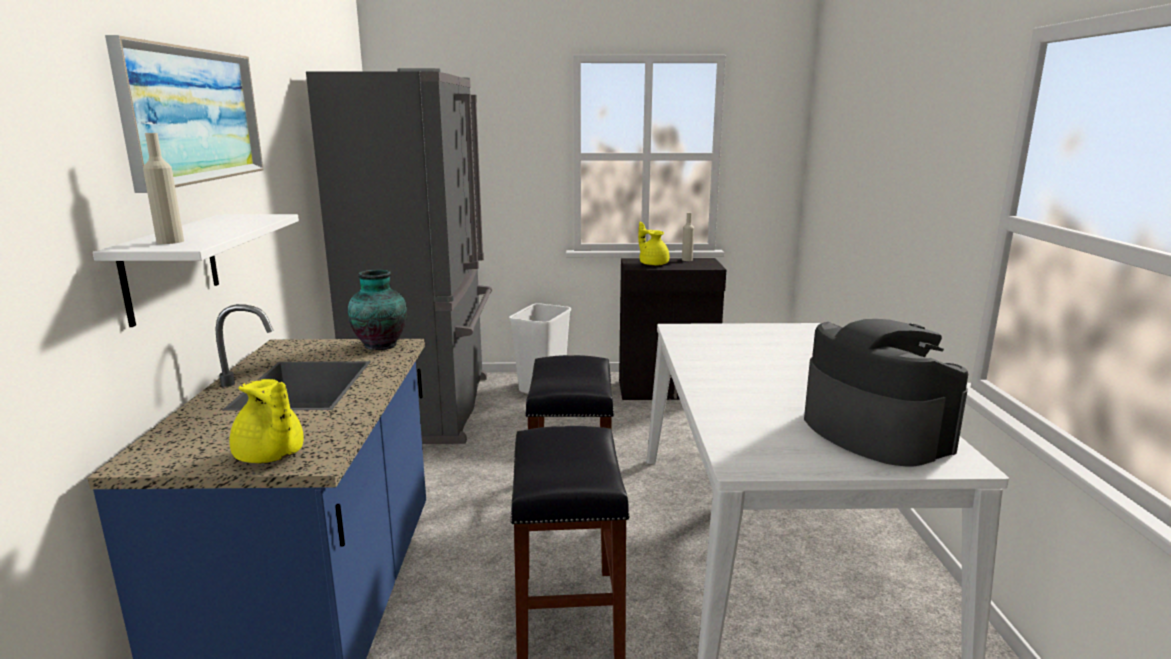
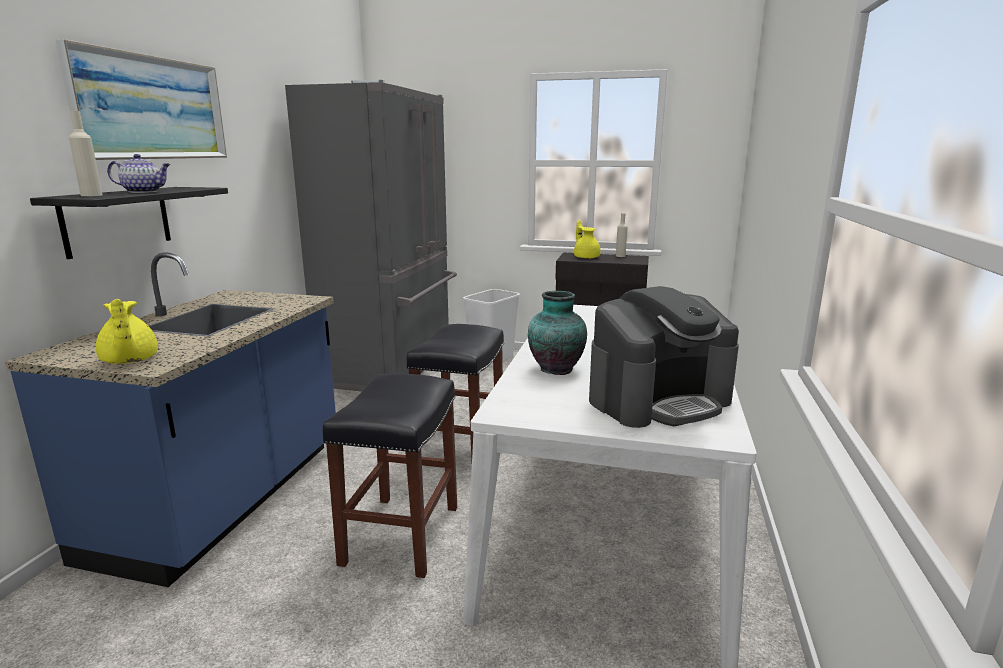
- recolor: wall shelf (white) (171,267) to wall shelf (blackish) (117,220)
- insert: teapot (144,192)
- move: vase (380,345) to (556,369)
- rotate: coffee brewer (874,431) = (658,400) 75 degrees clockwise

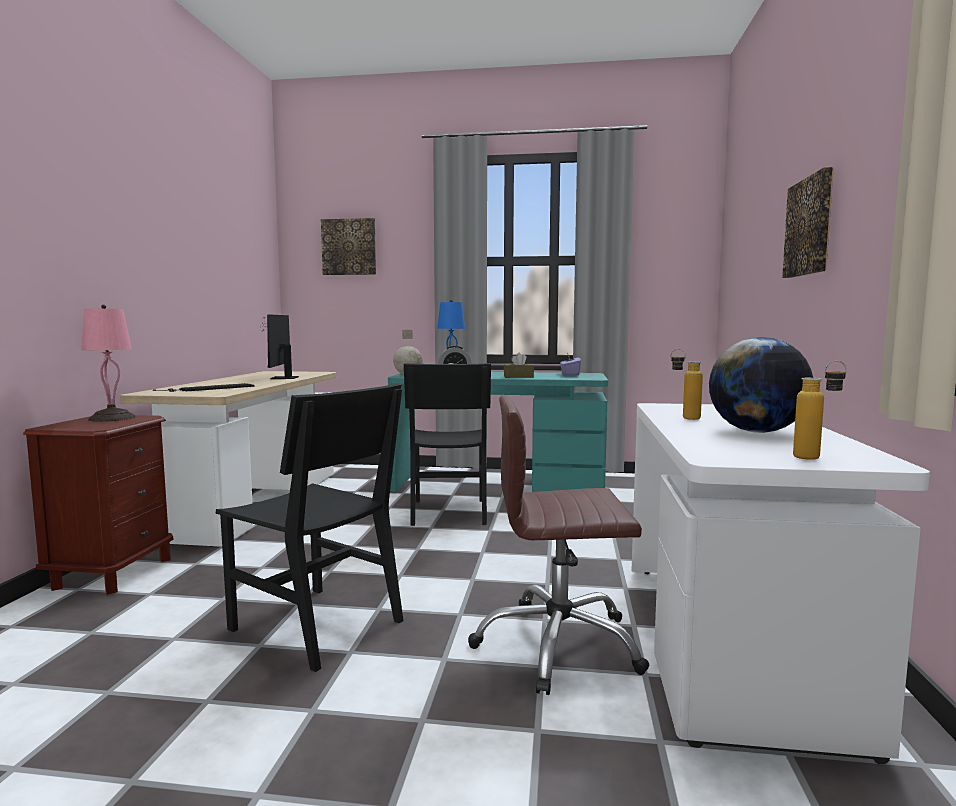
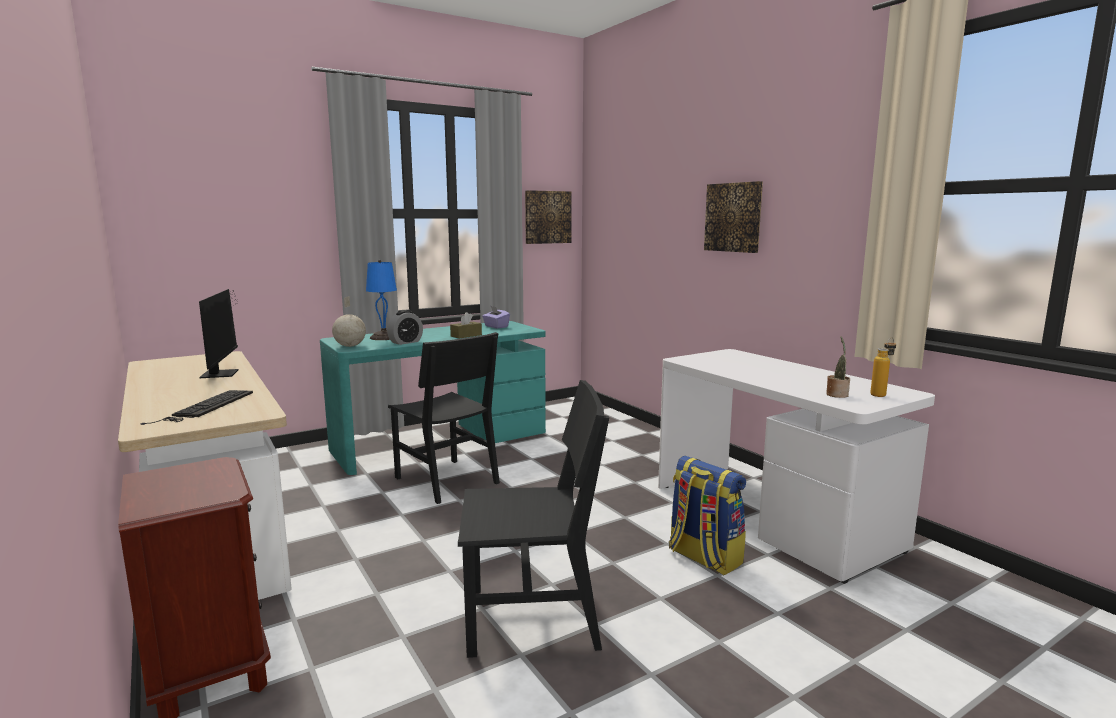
- rotate: computer screen (282,378) = (222,372) 150 degrees counterclockwise
- move: wall picture (349,247) to (547,217)
- replace: desk chair (brown-coloured) (558,645) to knapsack (703,557)
- insert: plant in a pot (837,394)
- delete: table lamp (pinkish) (111,418)
- delete: beverage bottle (684,418)
- delete: globe (757,432)

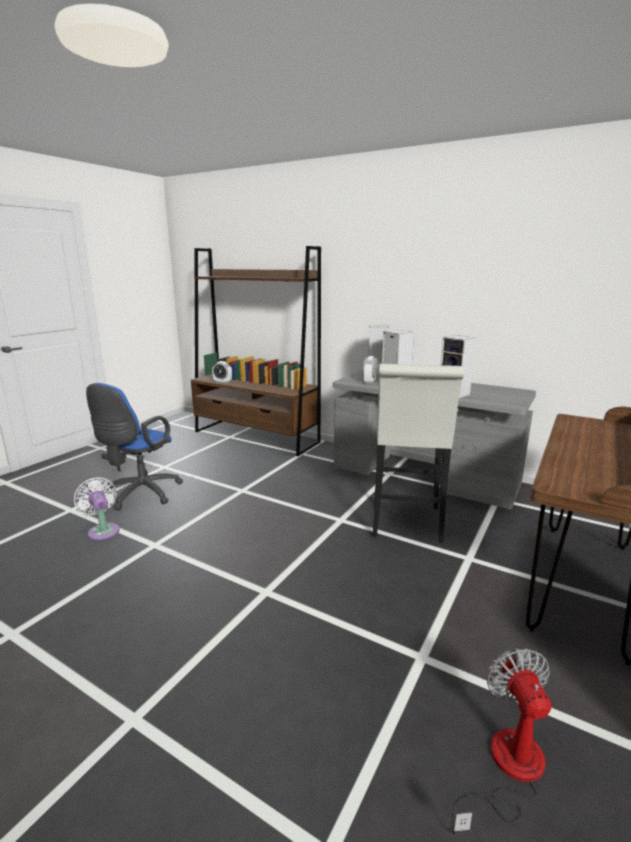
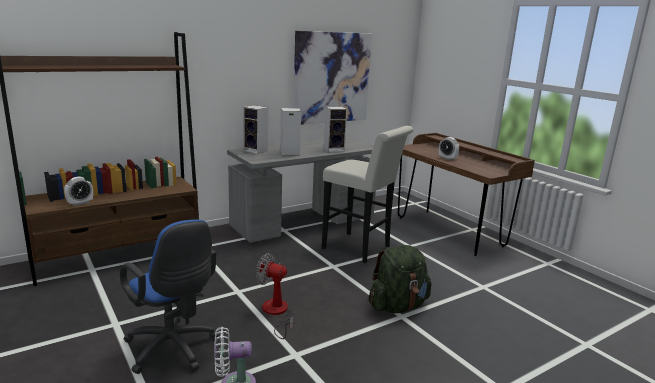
- move: electric fan (507,769) to (277,313)
- insert: wall picture (332,78)
- insert: knapsack (greenish) (398,306)
- move: table clock (370,382) to (447,158)

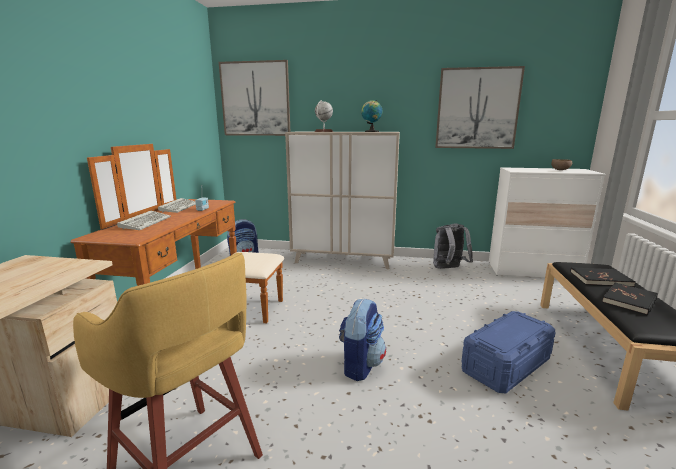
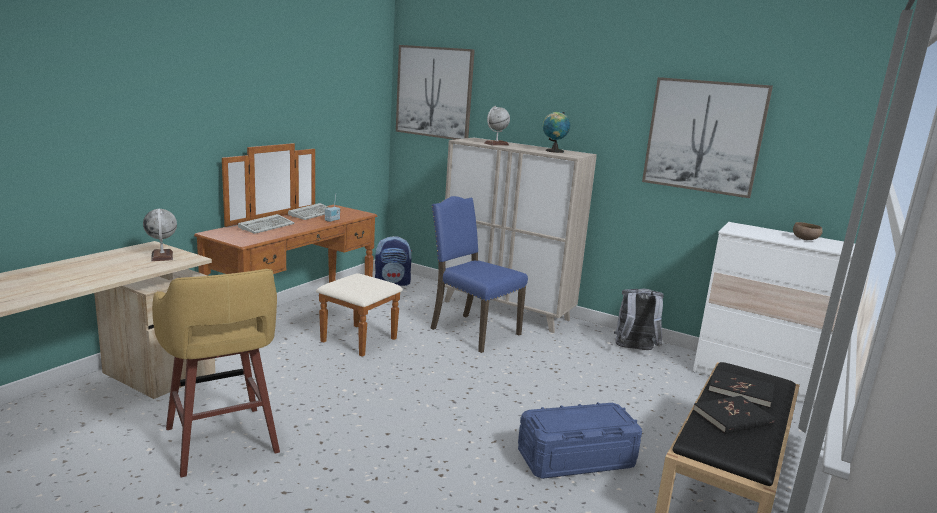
- insert: globe (162,256)
- insert: plain chair (blue) (472,331)
- delete: knapsack (360,365)

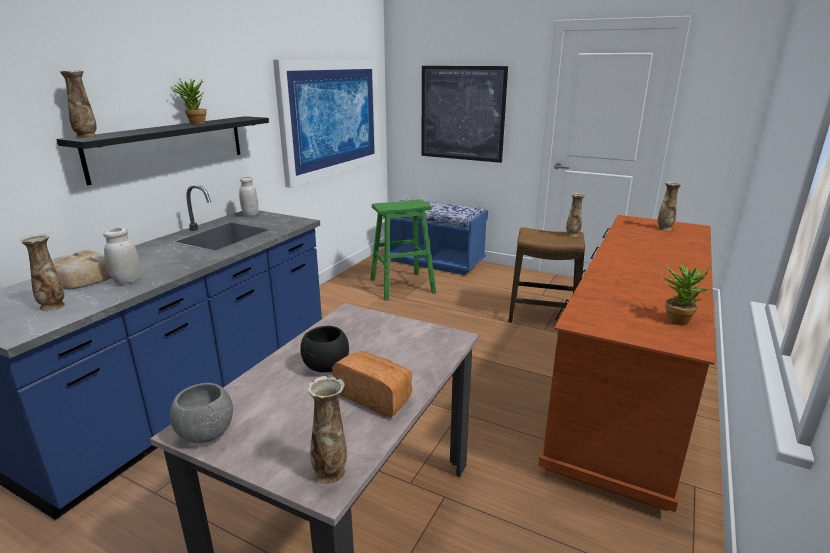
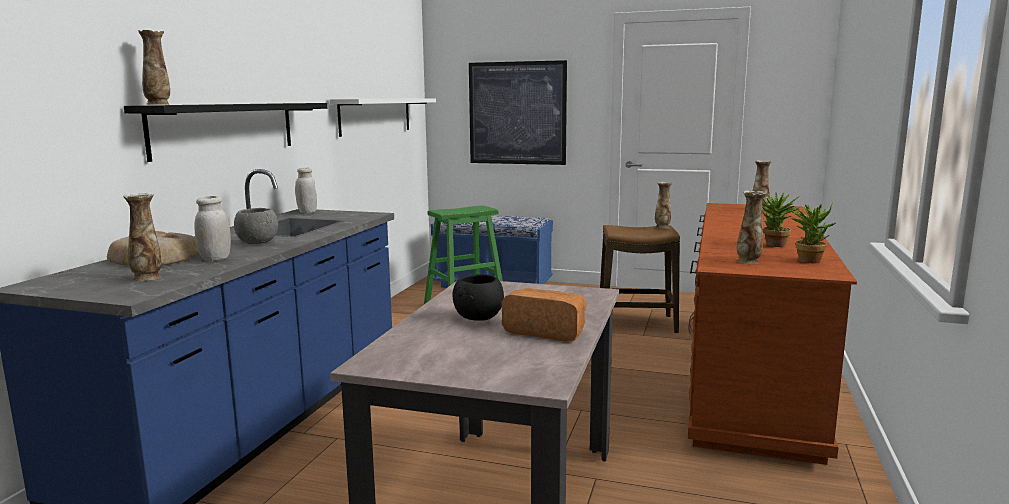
- move: serving bowl (grey) (206,433) to (258,242)
- replace: wall picture (332,118) to wall shelf (white) (376,115)
- move: vase (330,472) to (749,262)
- move: plant in a pot (194,123) to (774,246)

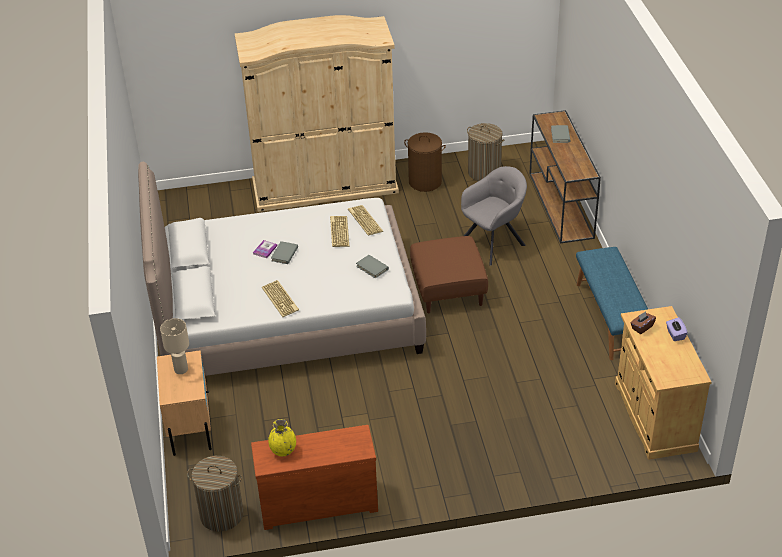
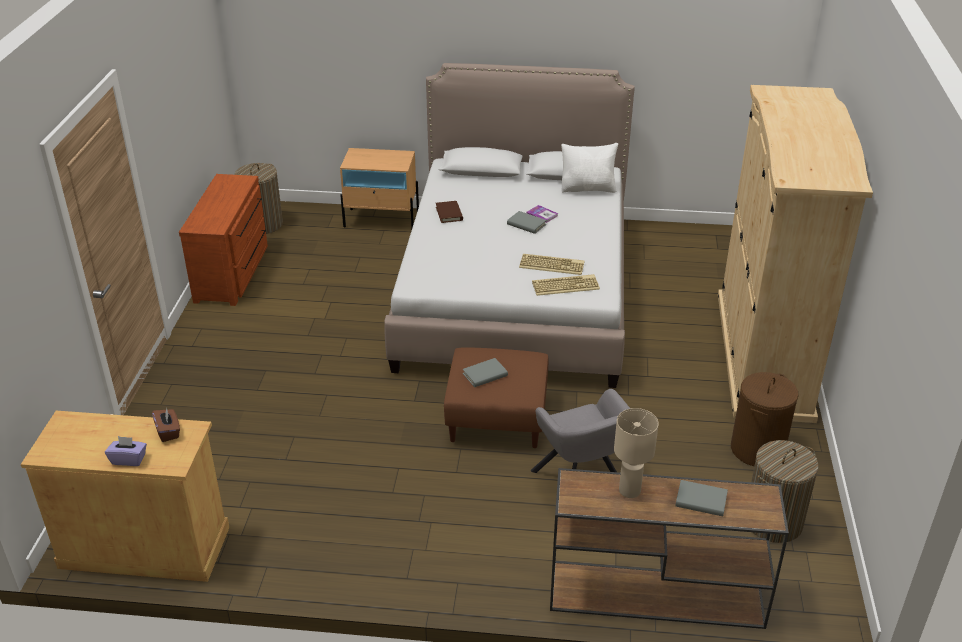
- replace: PC keyboard (281,299) to book (brown-coloured) (449,214)
- move: book (grey) (372,268) to (485,375)
- insert: pillow (white) (588,188)
- move: table lamp (sand-coloured) (181,370) to (629,491)
- delete: vase (yellowish) (283,451)
- delete: bench (blue) (611,318)

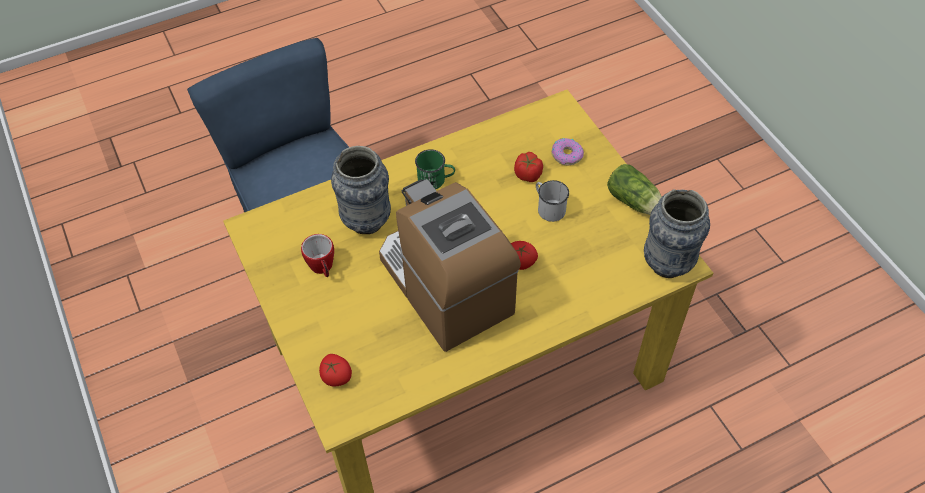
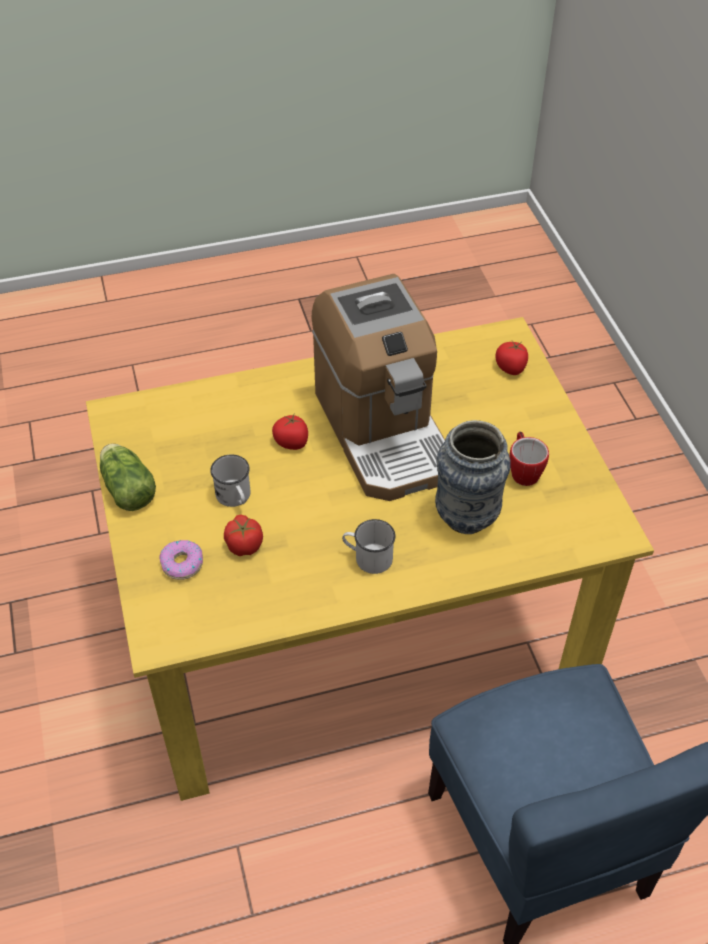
- recolor: mug (greenish) (436,180) to mug (white) (368,557)
- delete: vase (667,263)

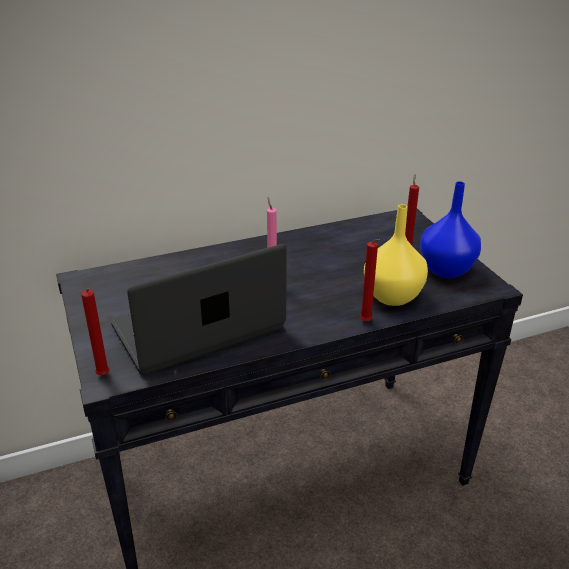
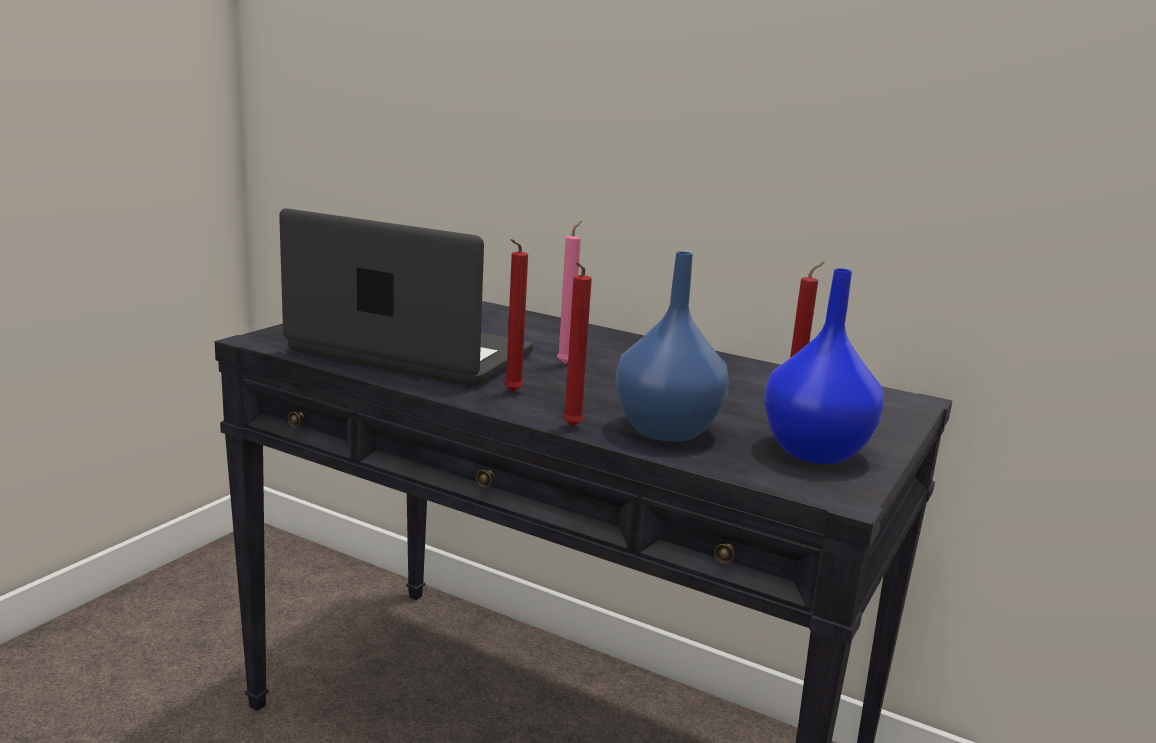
- move: candle (reddish) (103,376) to (511,393)
- recolor: vase (yellowish) (393,296) to vase (blue) (669,431)

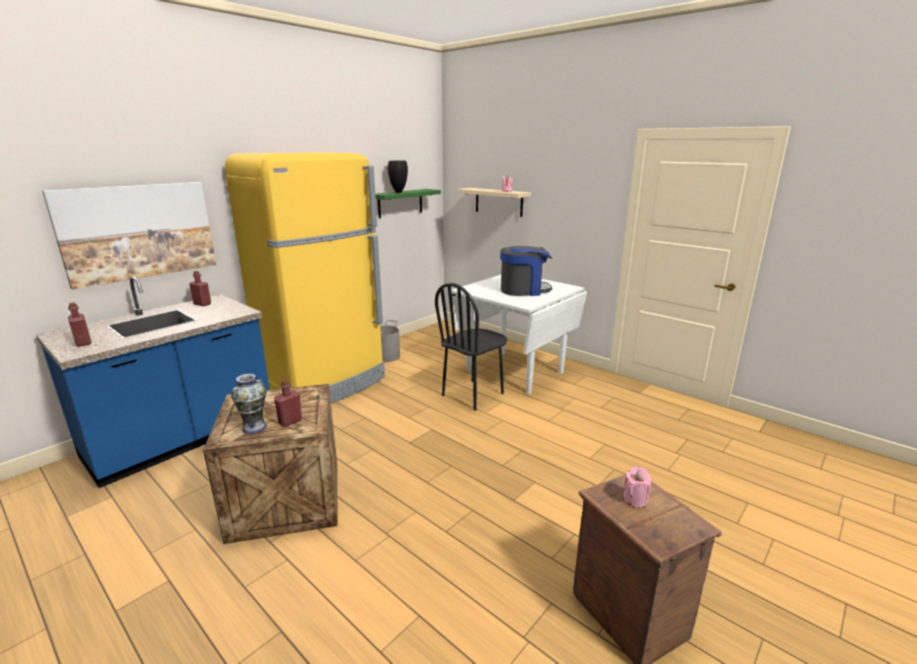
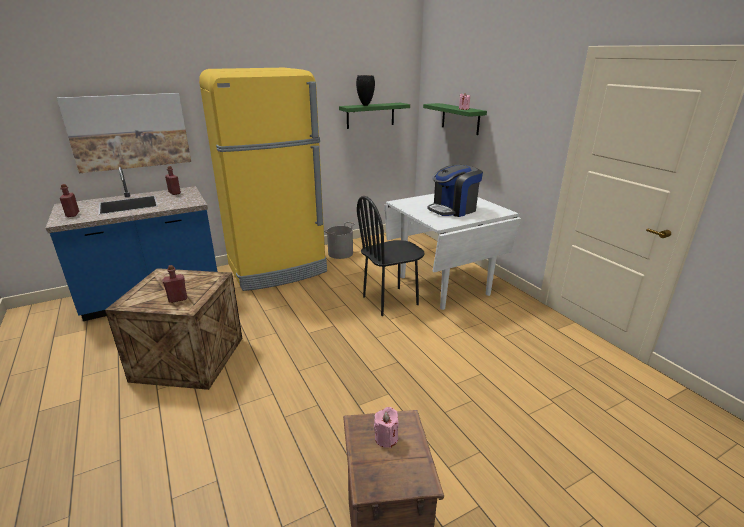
- recolor: wall shelf (sand-coloured) (498,202) to wall shelf (greenish) (460,118)
- rotate: coffee brewer (524,290) = (453,209) 135 degrees clockwise
- delete: vase (254,427)

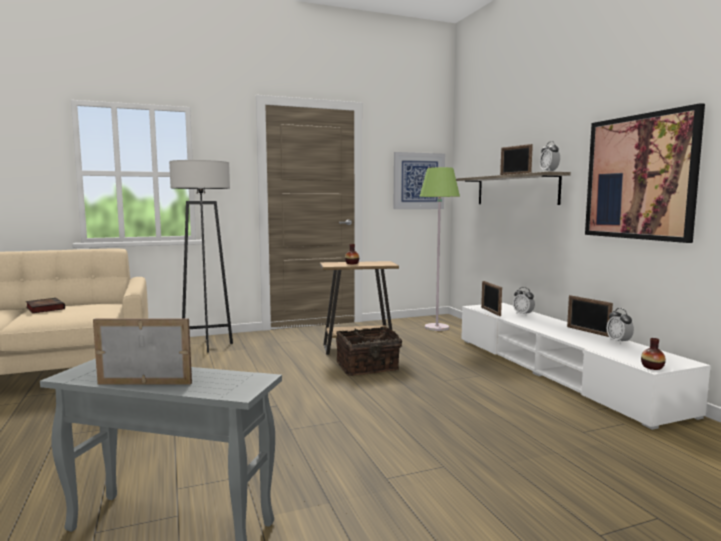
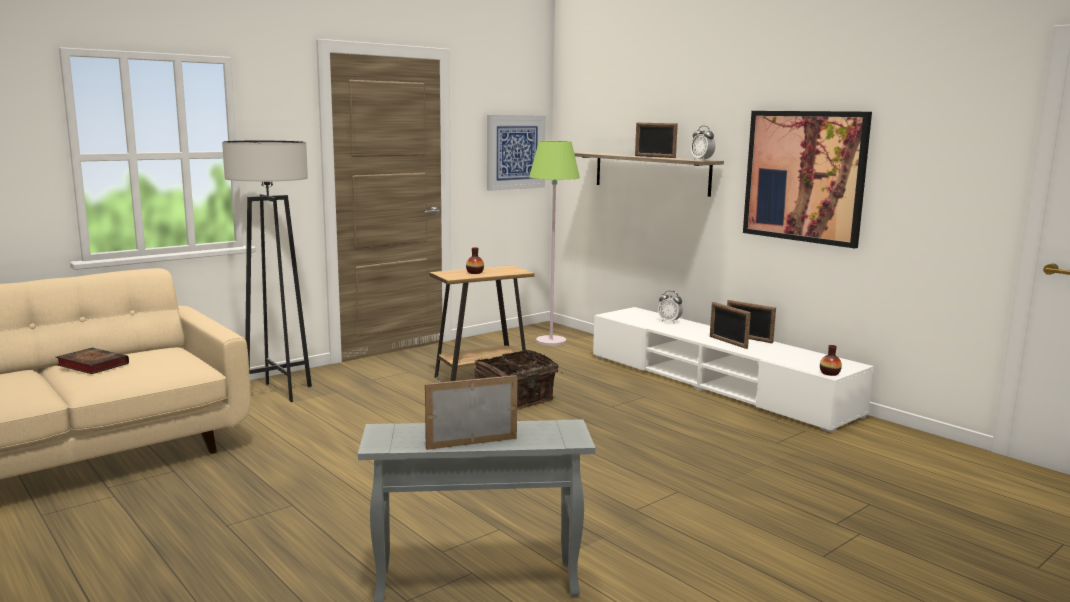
- move: picture frame (490,311) to (728,342)
- delete: table clock (618,342)

